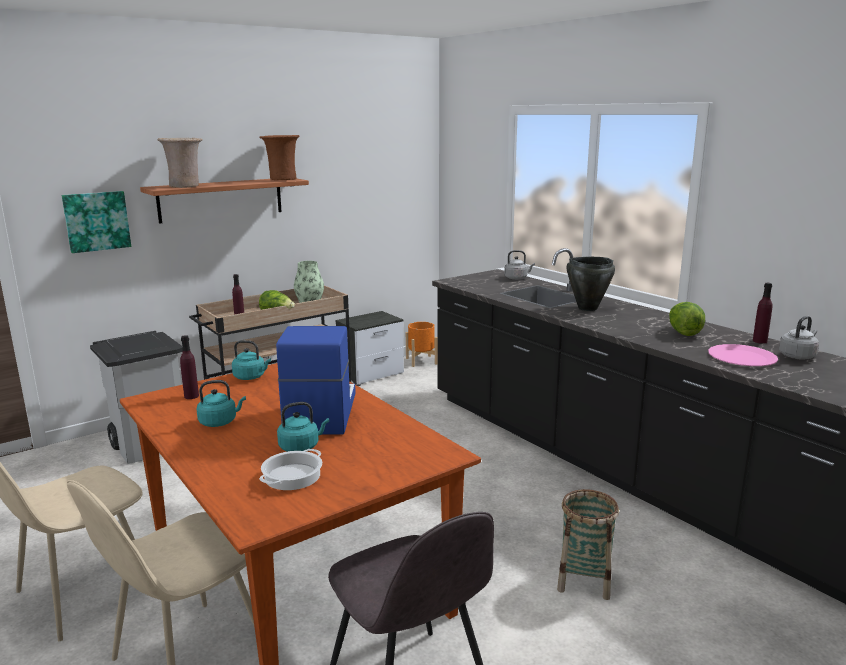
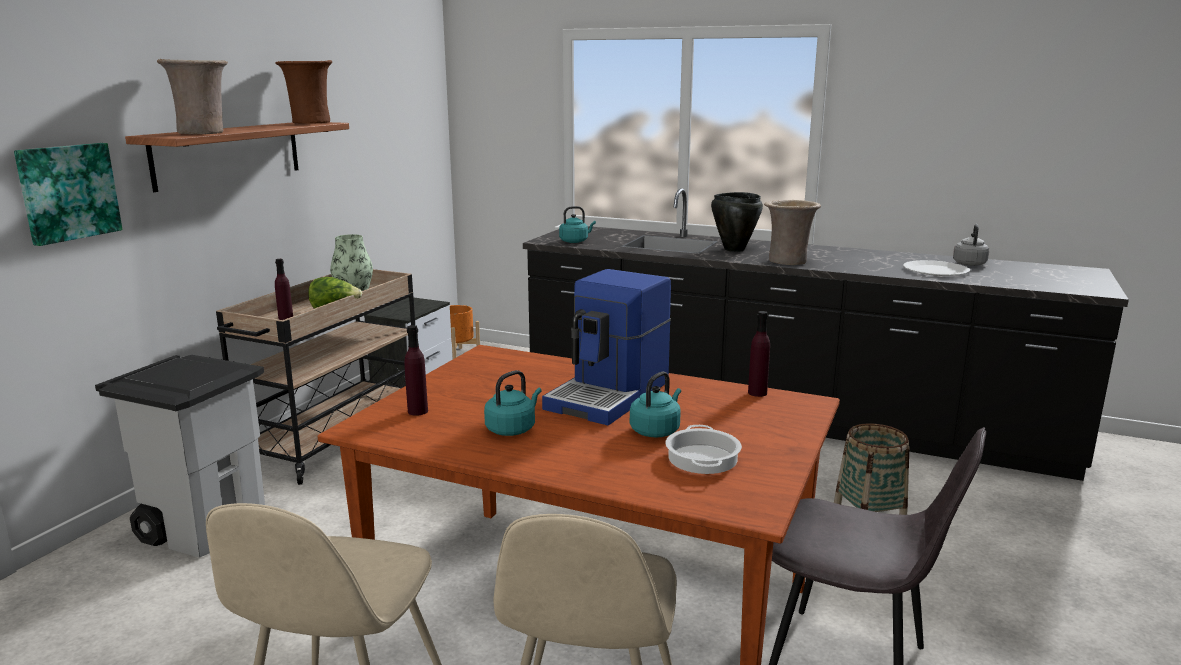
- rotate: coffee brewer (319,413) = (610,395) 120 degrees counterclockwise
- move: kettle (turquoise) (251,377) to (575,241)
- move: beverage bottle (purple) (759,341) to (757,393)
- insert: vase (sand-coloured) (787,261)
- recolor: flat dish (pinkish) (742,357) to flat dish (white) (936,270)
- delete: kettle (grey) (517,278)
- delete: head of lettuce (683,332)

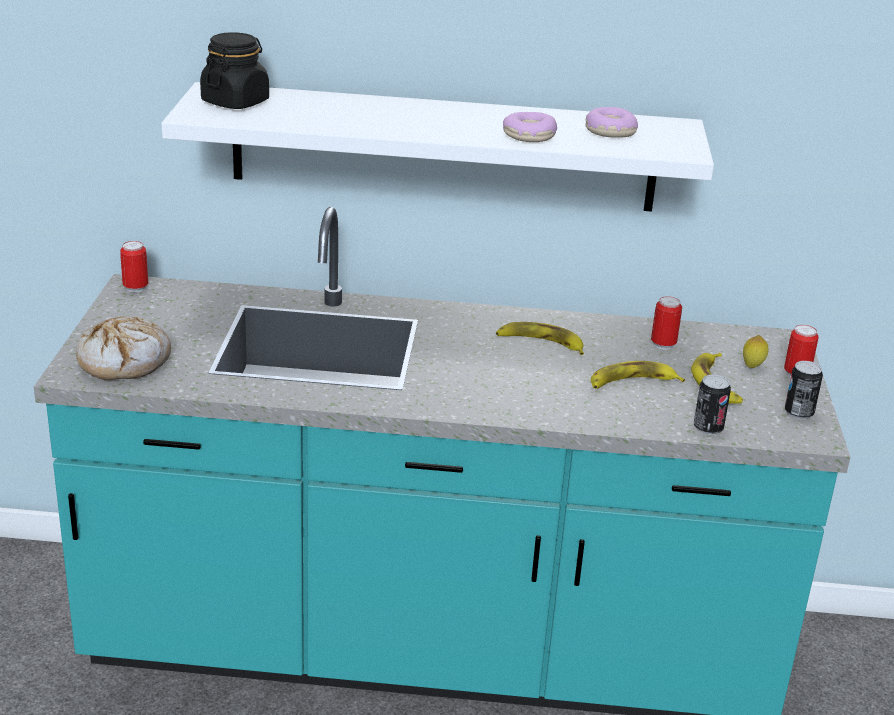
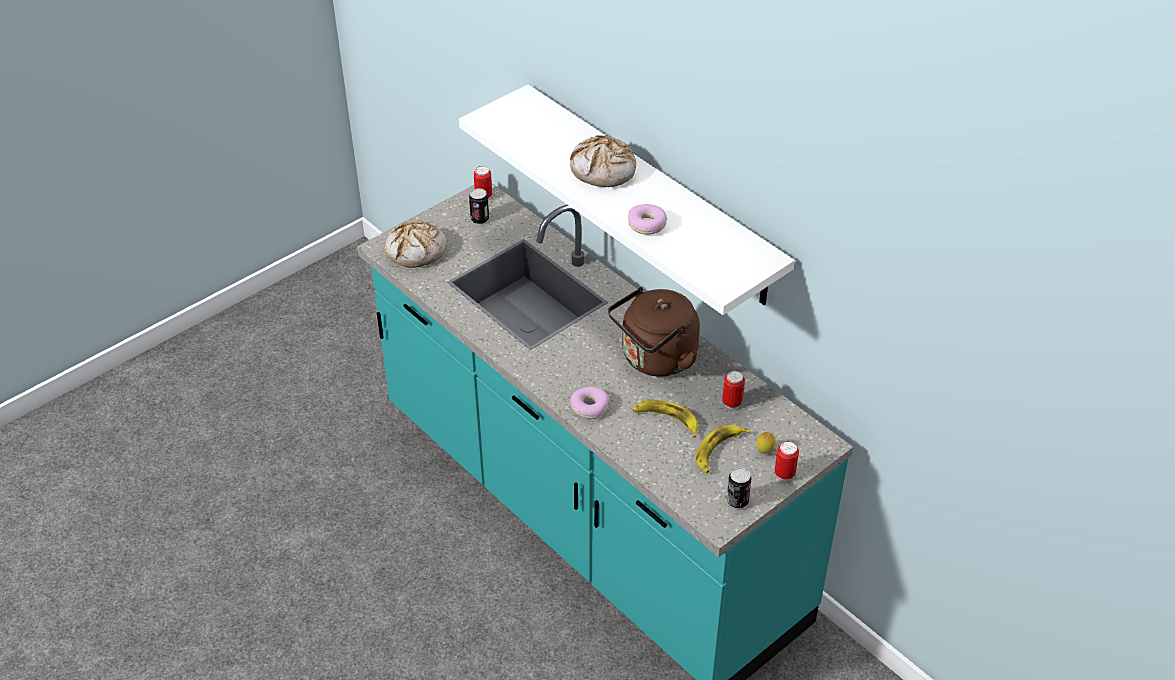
- move: can (708,428) to (479,219)
- insert: bread (603,170)
- move: donut (609,131) to (589,407)
- replace: whole banana (540,343) to kettle (brown-coloured) (655,359)
- delete: storage jar (blackish) (235,102)

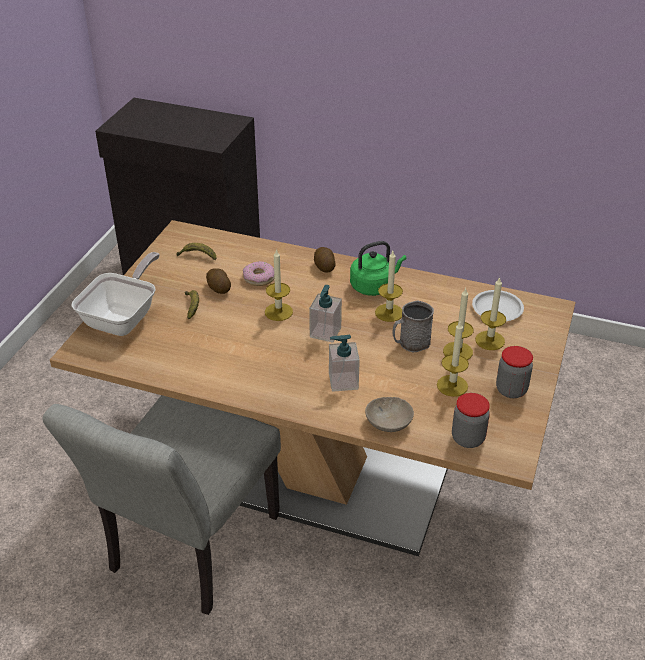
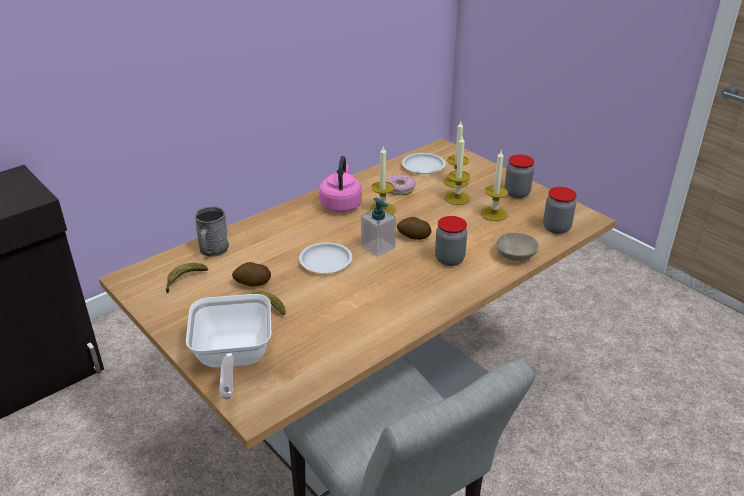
- rotate: frying pan (124,318) = (232,360) 150 degrees counterclockwise
- move: mug (grey) (410,343) to (213,250)
- replace: candle (278,312) to flat dish (white) (325,261)
- recolor: kettle (greenish) (374,286) to kettle (pinkish) (341,204)
- move: donut (259,278) to (400,189)
- move: potato (324,267) to (413,237)
- replace: soap dispenser (343,381) to storage jar (449,259)

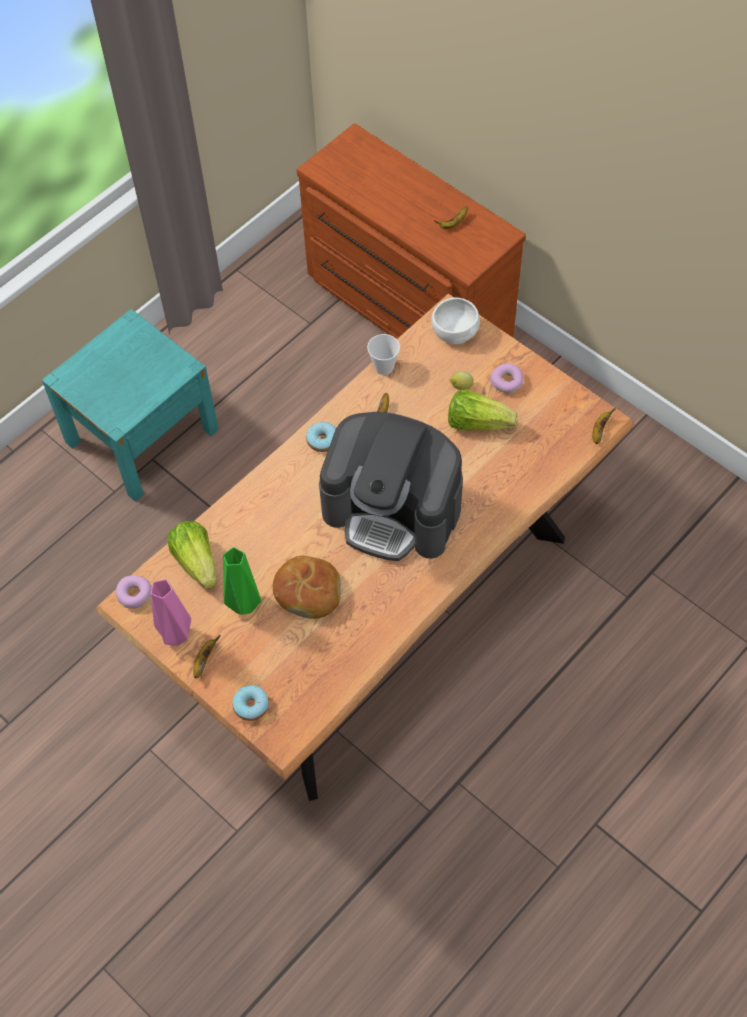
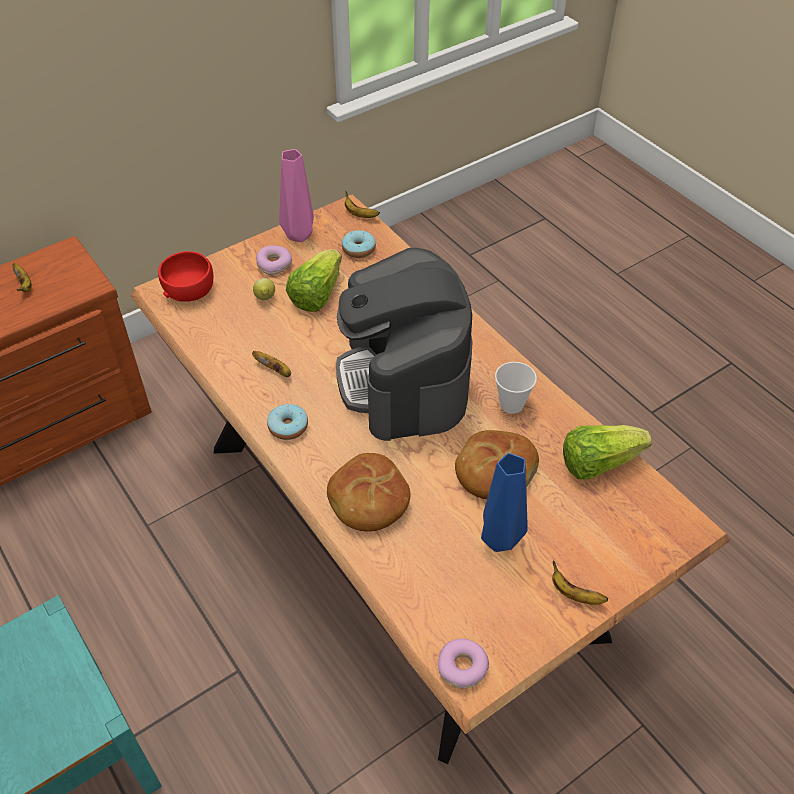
- recolor: serving bowl (white) (455,331) to serving bowl (reddish) (189,290)
- move: vase (pinkish) (177,636) to (300,234)
- insert: bread (368,500)
- rotate: coffee brewer (393,509) = (404,379) 135 degrees clockwise
- move: donut (251,705) to (359,249)
- recolor: vase (greenish) (244,606) to vase (blue) (502,540)
- move: cup (384,367) to (511,404)
- move: head of lettuce (196,561) to (598,462)

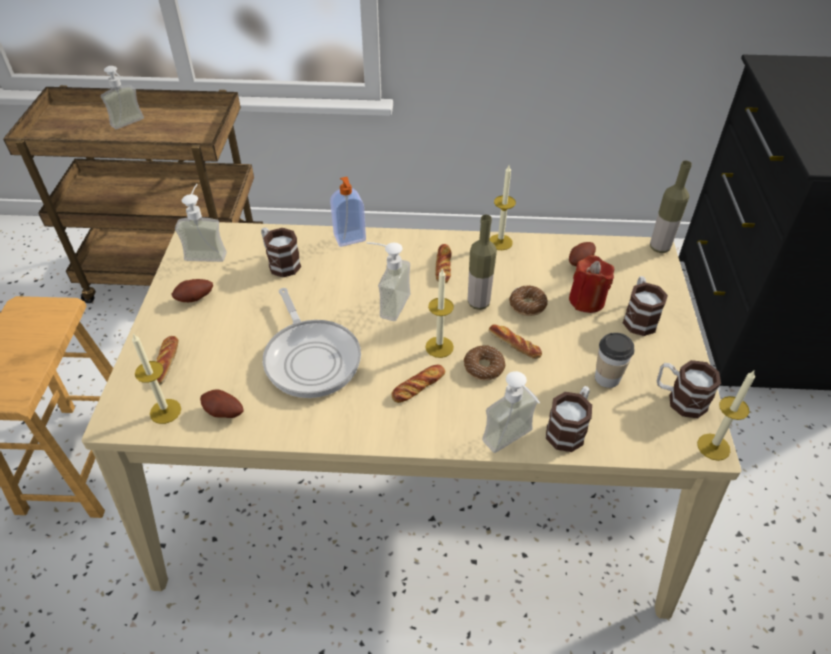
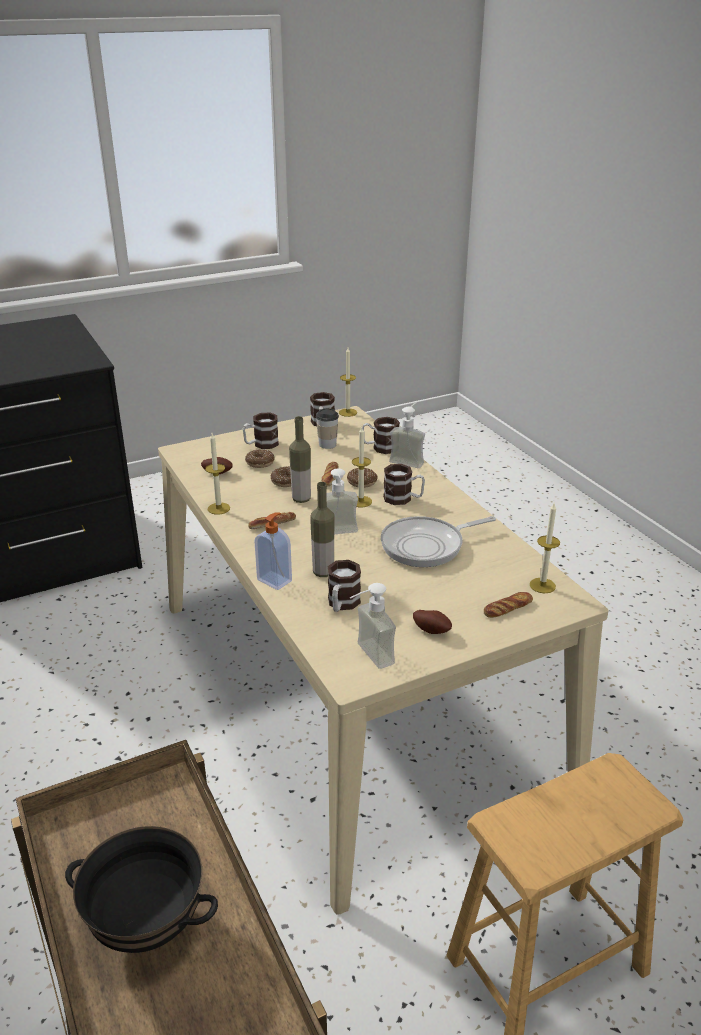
- replace: soap dispenser (130,124) to serving bowl (blackish) (146,927)
- replace: candle (reddish) (587,300) to donut (260,463)
- move: beverage bottle (659,247) to (323,572)
- rotate: frying pan (311,358) = (427,546) 150 degrees counterclockwise
- replace: bread (418,386) to mug (403,499)
- delete: potato (223,413)

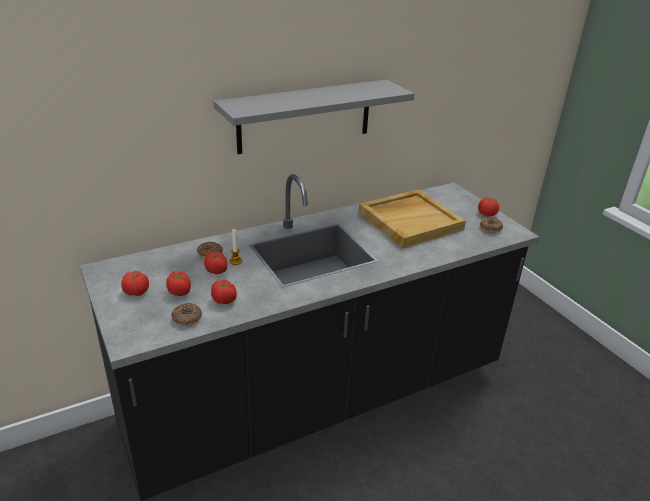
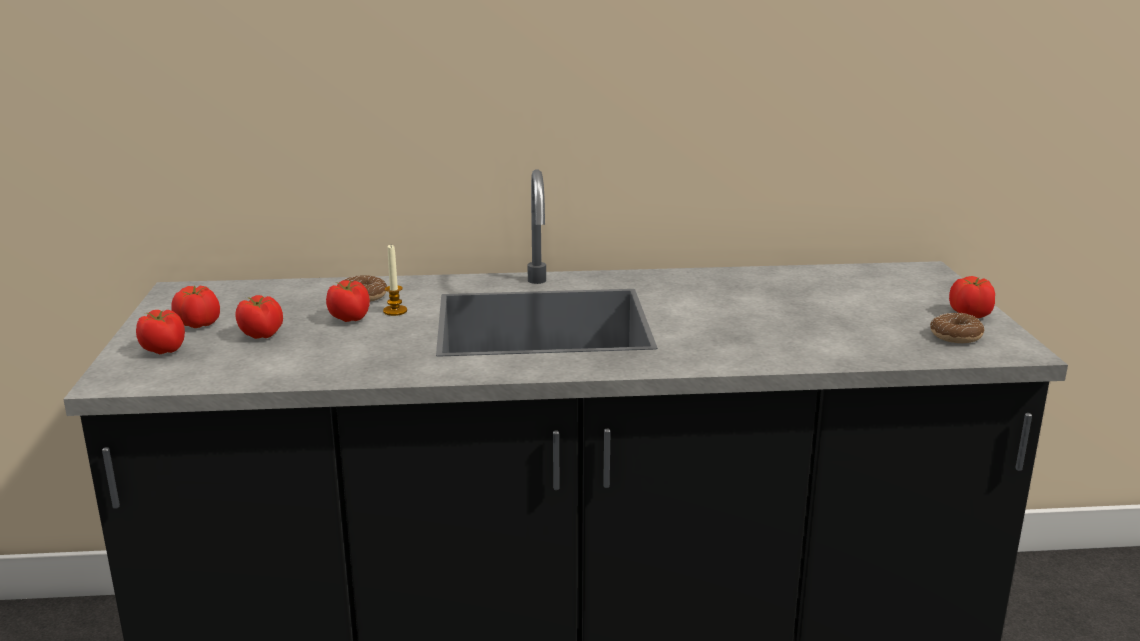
- move: whole tomato (224,300) to (164,350)
- delete: donut (187,318)
- delete: wall shelf (grey) (305,116)
- delete: carrying tray (sand-coloured) (410,220)

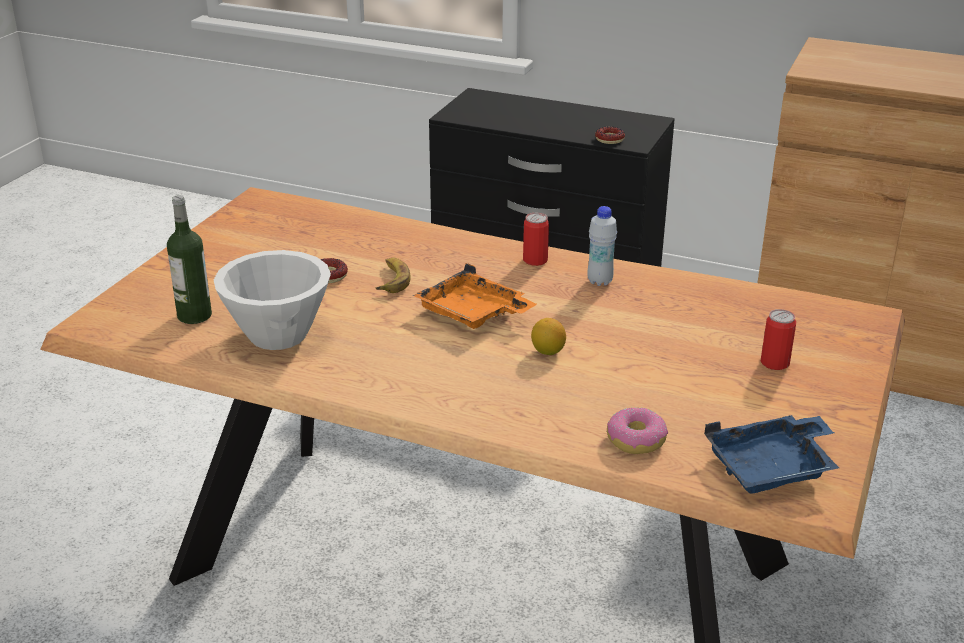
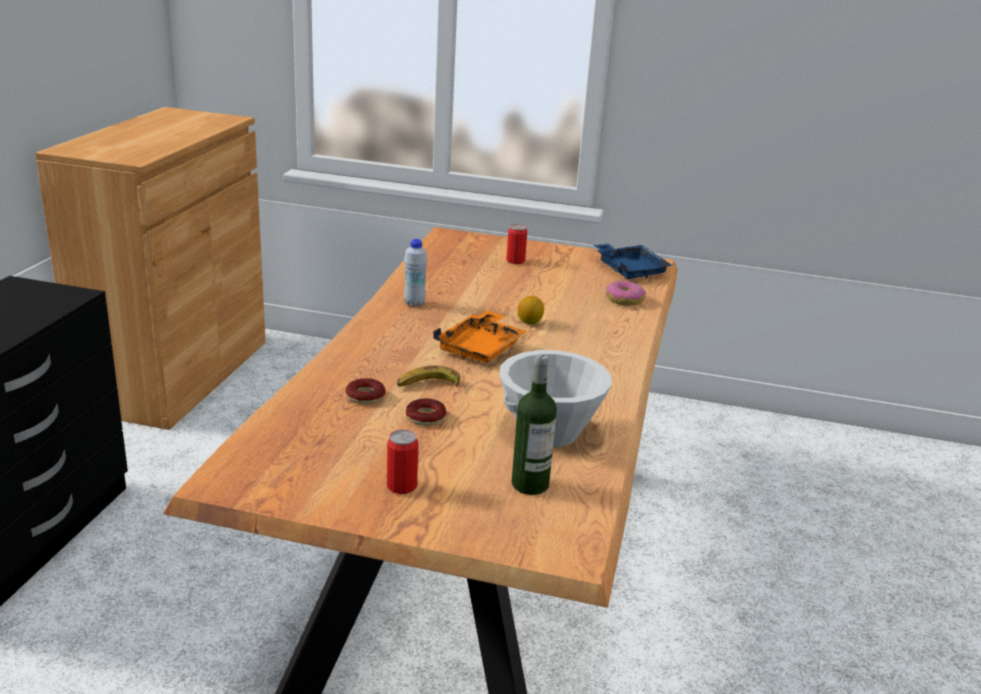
- move: donut (609,139) to (365,396)
- move: can (535,260) to (401,486)

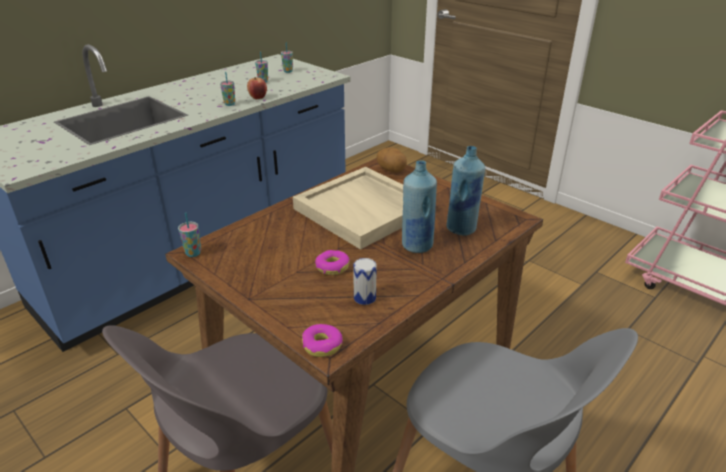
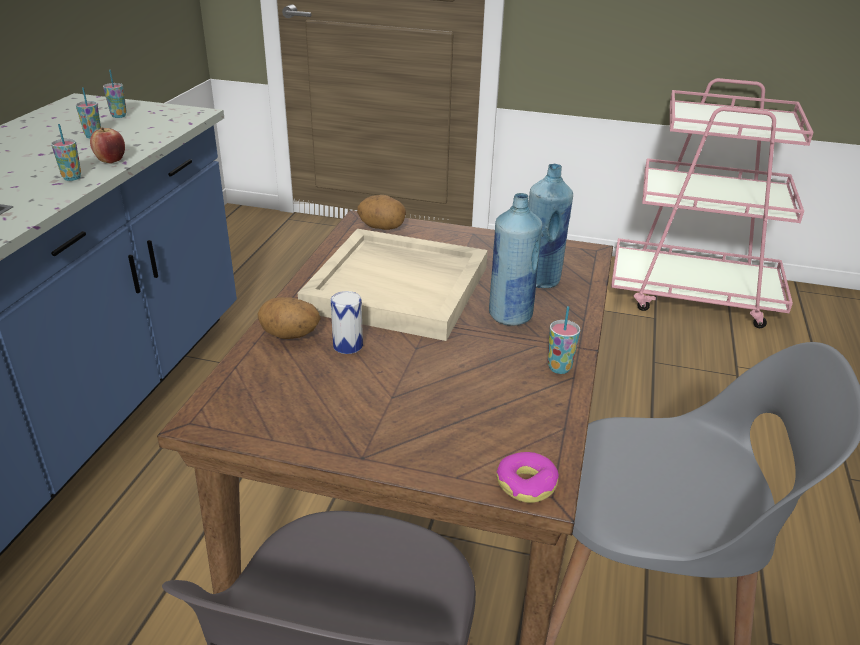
- insert: potato (290,336)
- move: can (364,298) to (348,345)
- move: cup (193,253) to (559,368)
- delete: donut (332,267)

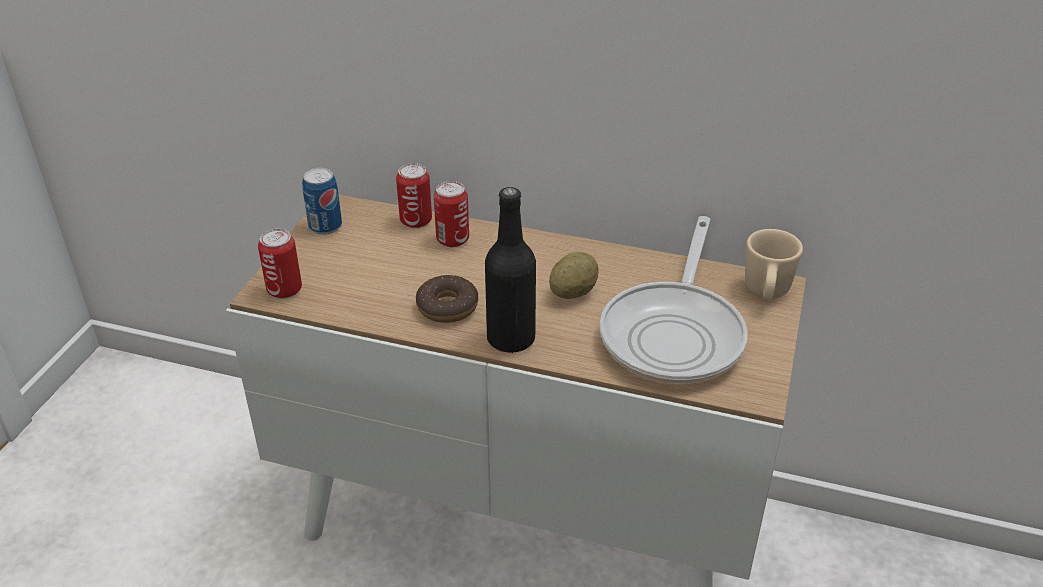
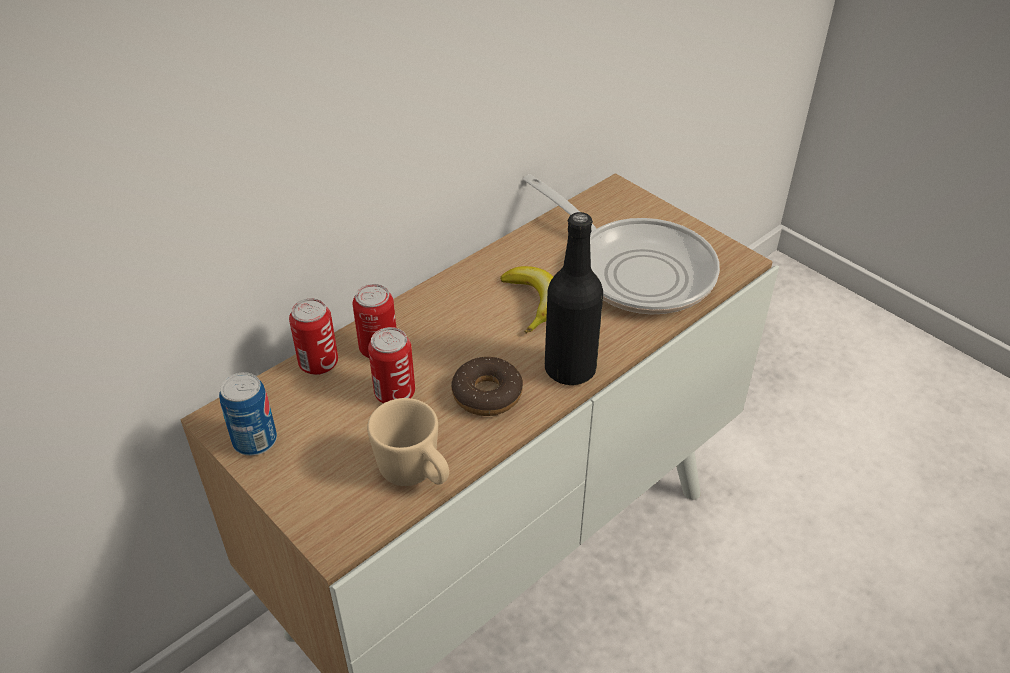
- move: mug (sand-coloured) (766,293) to (415,474)
- move: can (284,290) to (395,393)
- replace: potato (573,292) to whole banana (533,302)

